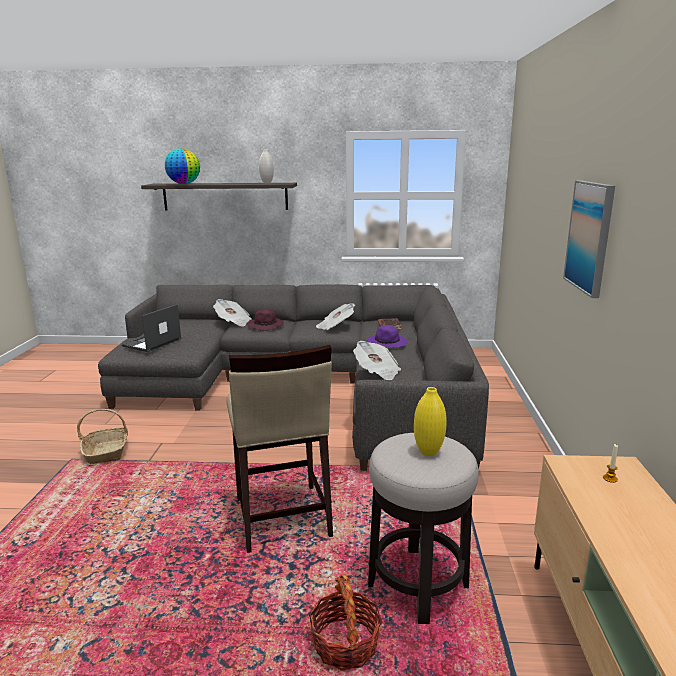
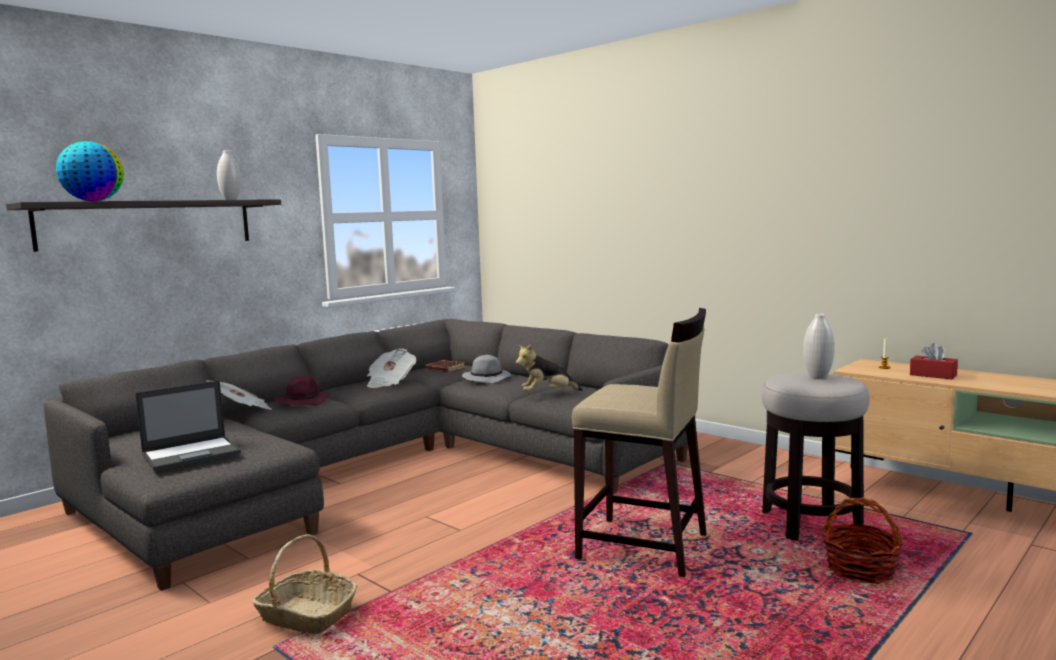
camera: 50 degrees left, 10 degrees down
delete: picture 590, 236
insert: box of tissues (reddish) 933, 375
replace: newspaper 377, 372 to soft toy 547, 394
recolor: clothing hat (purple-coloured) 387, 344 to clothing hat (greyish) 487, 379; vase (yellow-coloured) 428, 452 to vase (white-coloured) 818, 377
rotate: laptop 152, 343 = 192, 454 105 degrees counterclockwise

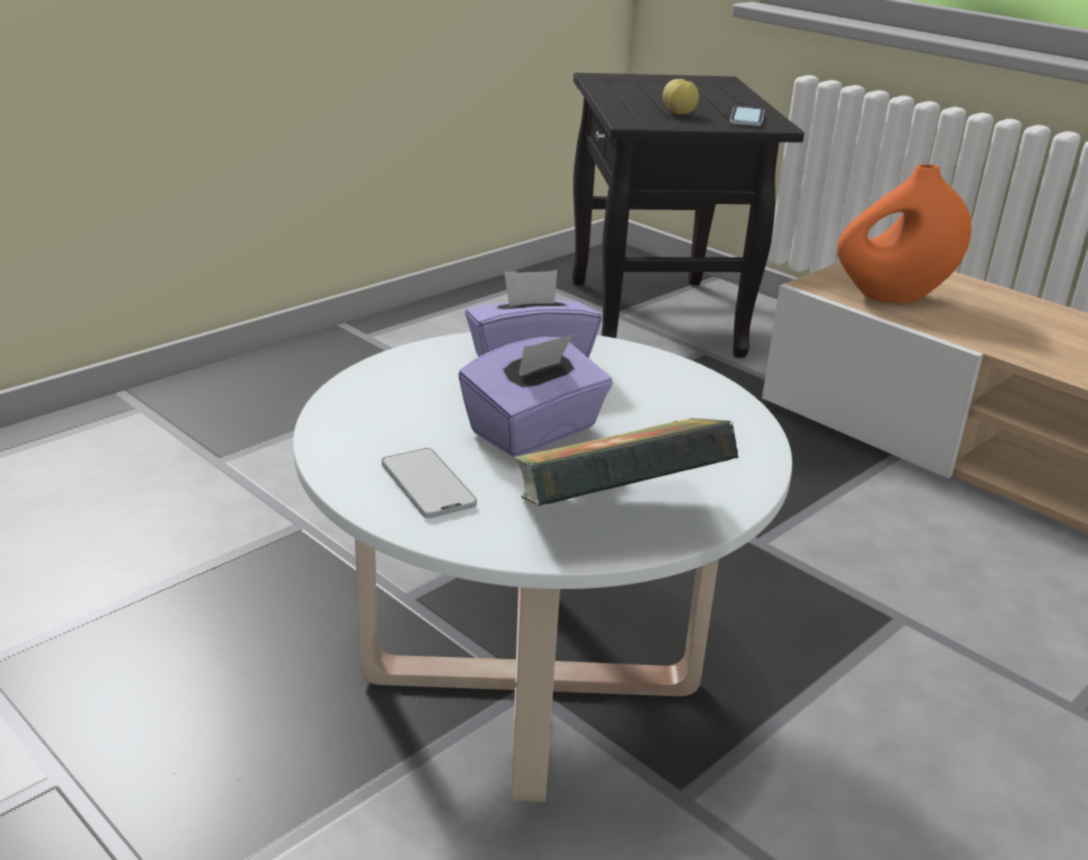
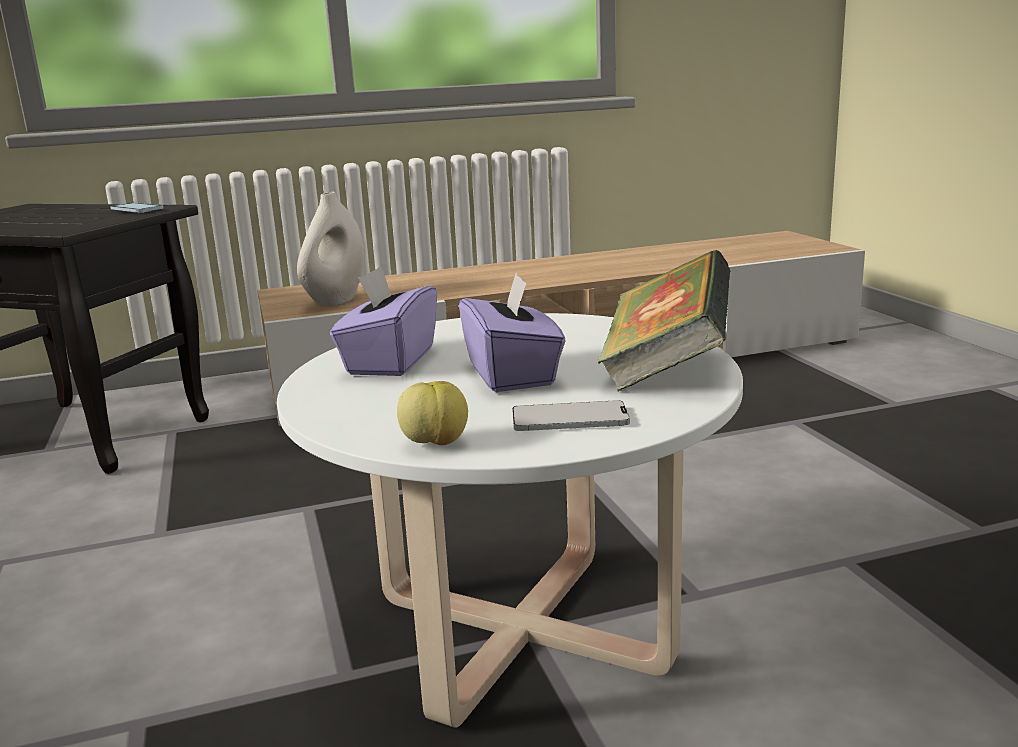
camera: 60 degrees left, 10 degrees down
move: apple fruit 679, 113 to 435, 443
recolor: vase (orangey) 892, 296 to vase (white-coloured) 336, 301

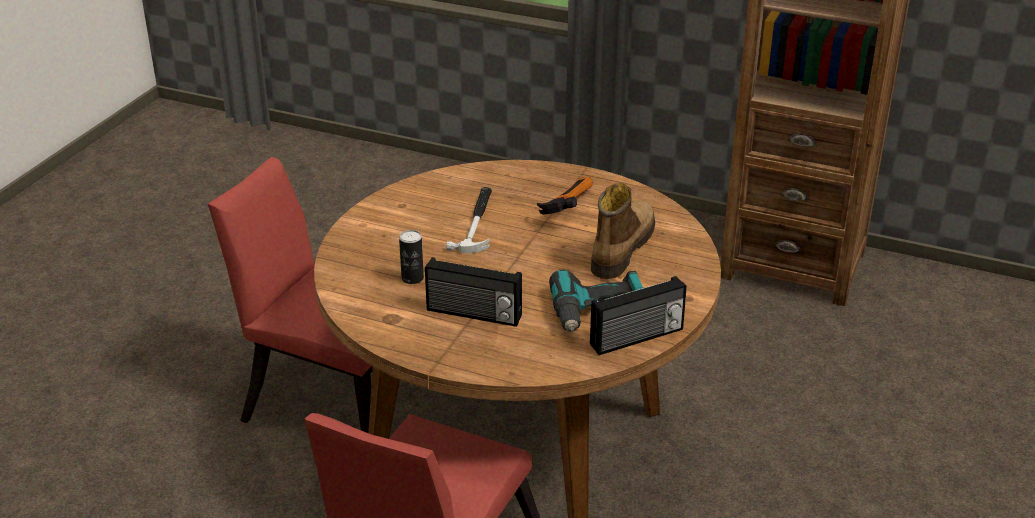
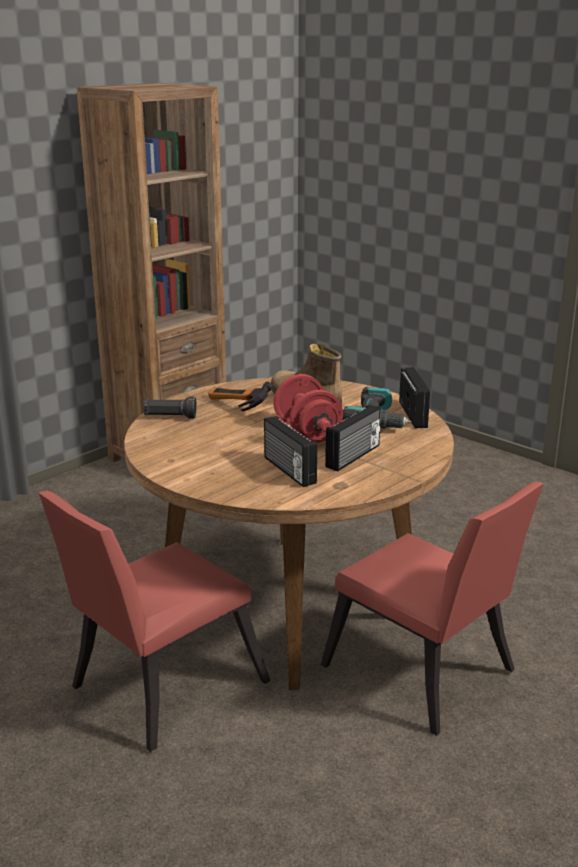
camera: 70 degrees left, 10 degrees down
delete: tool hammer 477, 223
insert: torch (blackish) 170, 417; hand weight (reddish) 307, 433
replace: metal can 412, 278 to radio set 288, 470

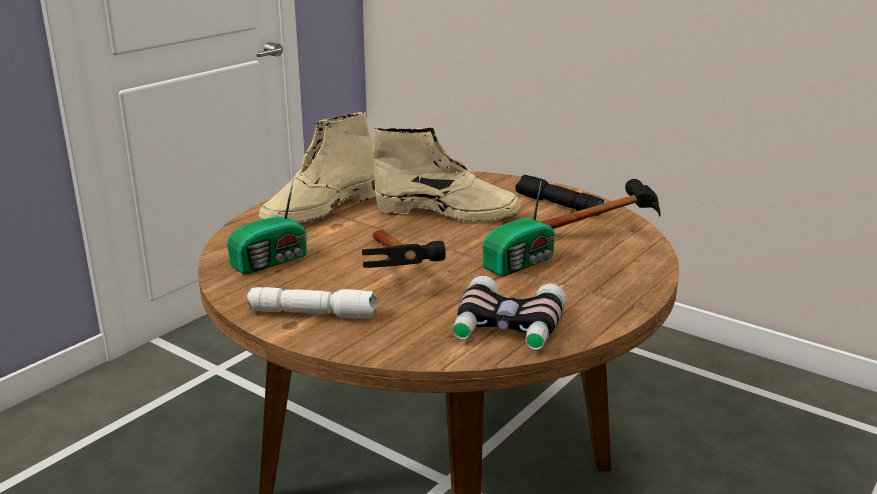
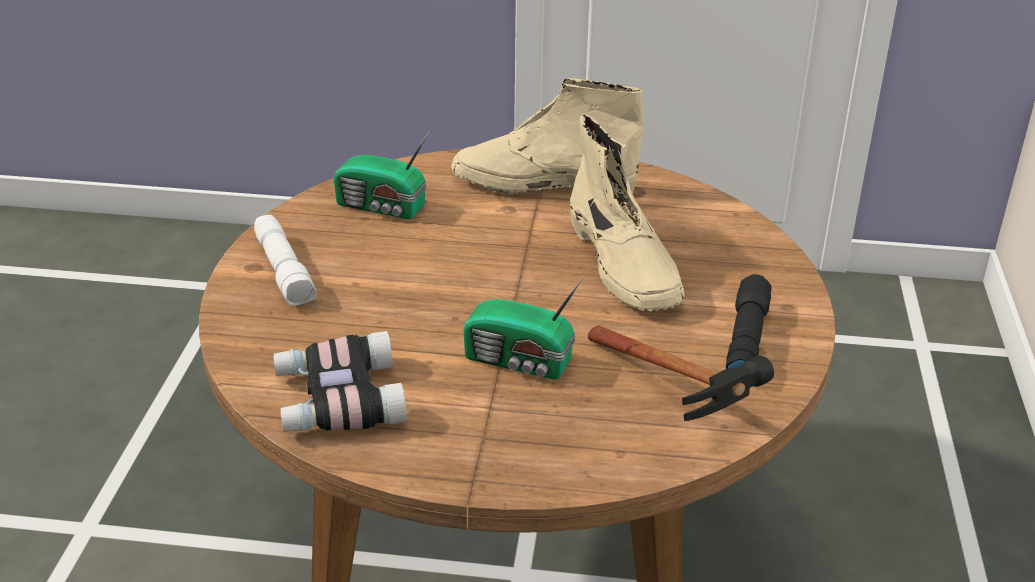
camera: 60 degrees right, 10 degrees up
delete: tool hammer 399, 276

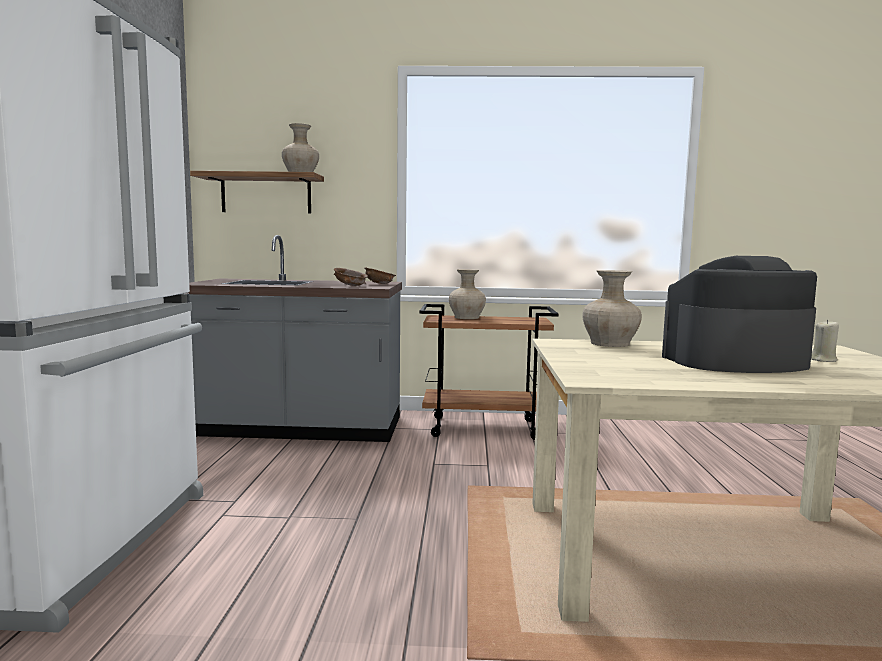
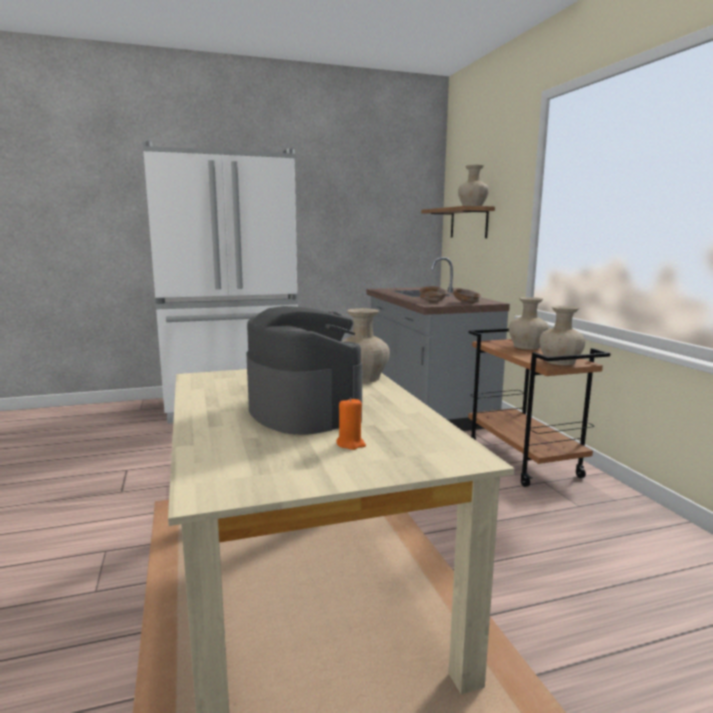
camera: 70 degrees right, 5 degrees up
insert: vase (beige-coloured) 559, 362
recolor: wax light (beige-coloured) 823, 360 to wax light (orangey) 350, 444

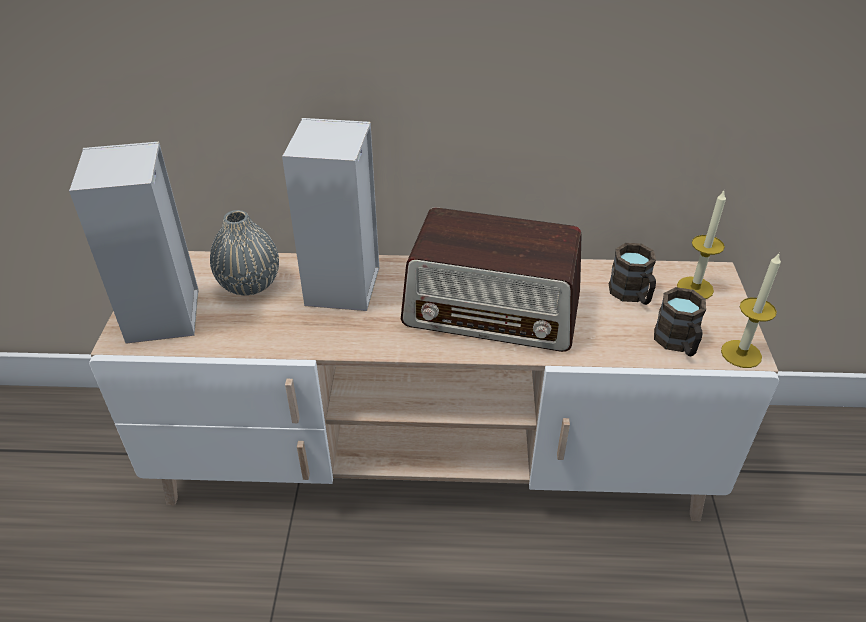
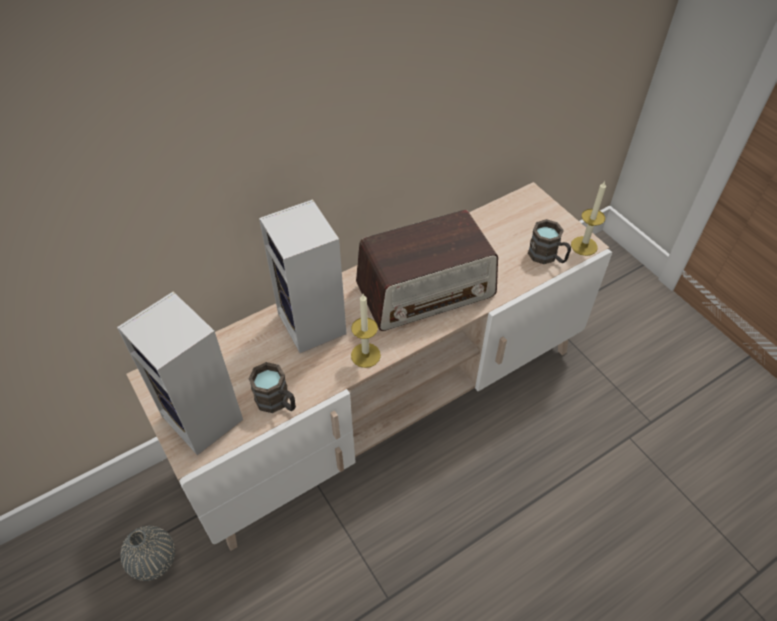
camera: 35 degrees left, 10 degrees up
move: vase (greyish) 249, 284 to 154, 561; mug (brown) 632, 295 to 277, 402; wax light 695, 288 to 365, 355

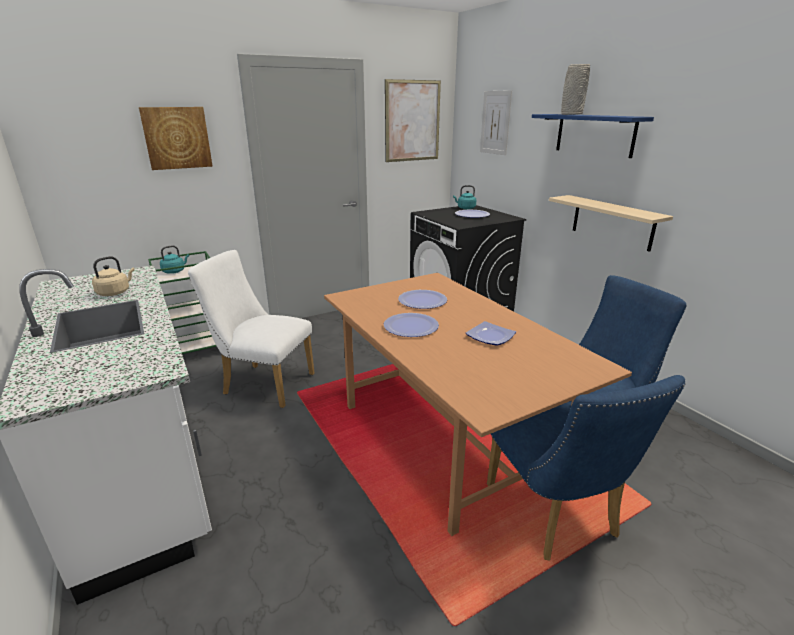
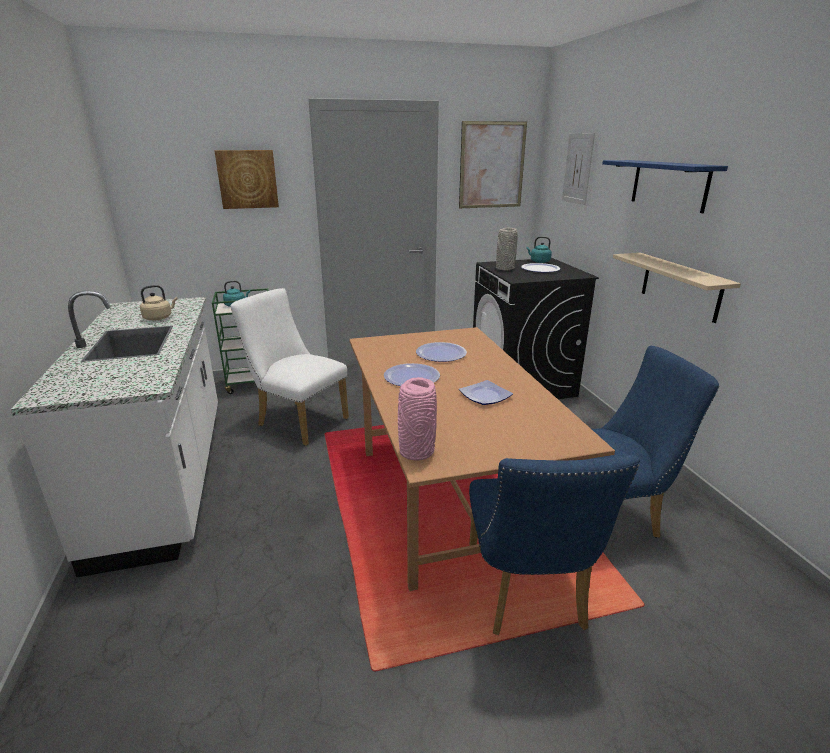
camera: 15 degrees right, 0 degrees up
insert: vase (pink-coloured) 416, 451
move: vase (greyish) 570, 114 to 504, 268

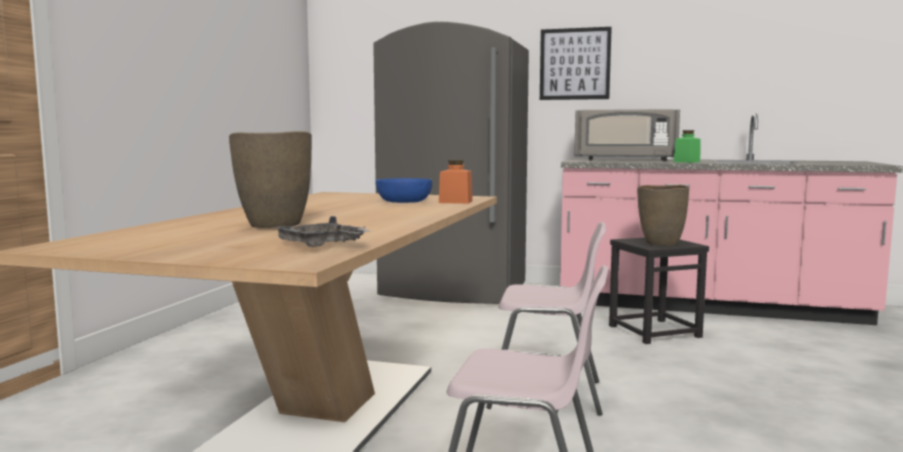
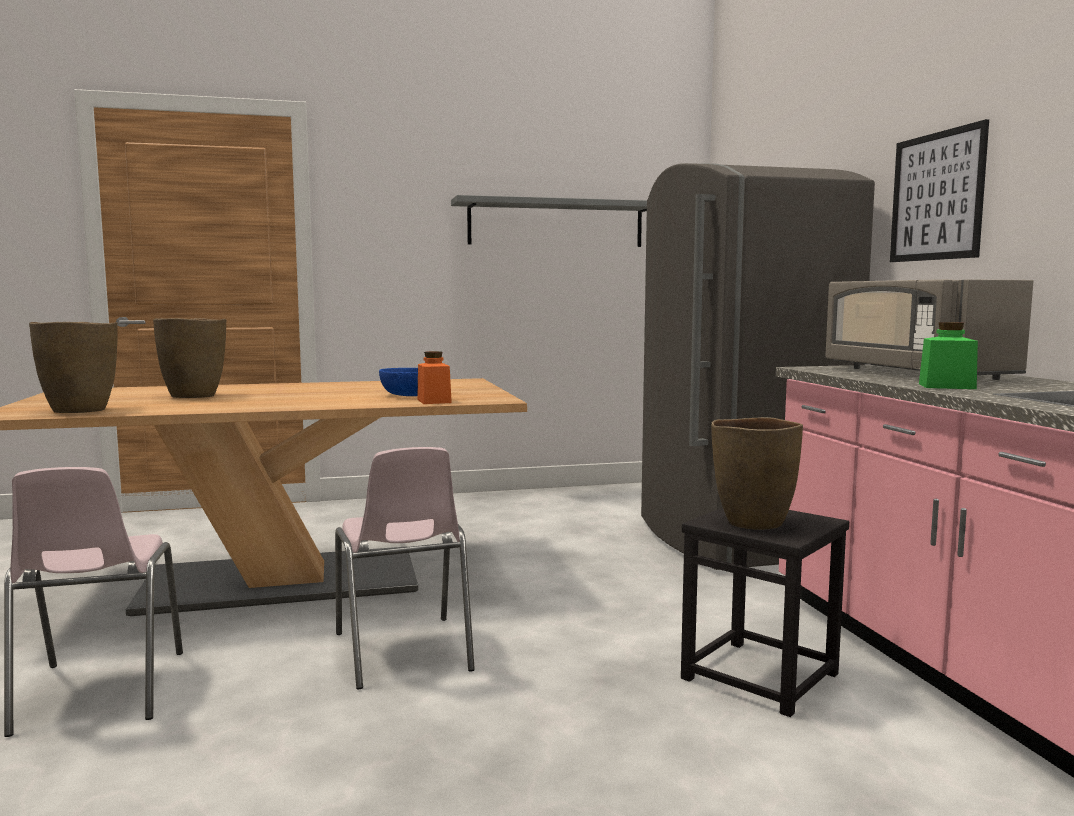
camera: 60 degrees right, 0 degrees up
insert: bracket shelf (greyish) 556, 224
replace: tray (greyish) 322, 245 to vase (brown) 80, 411

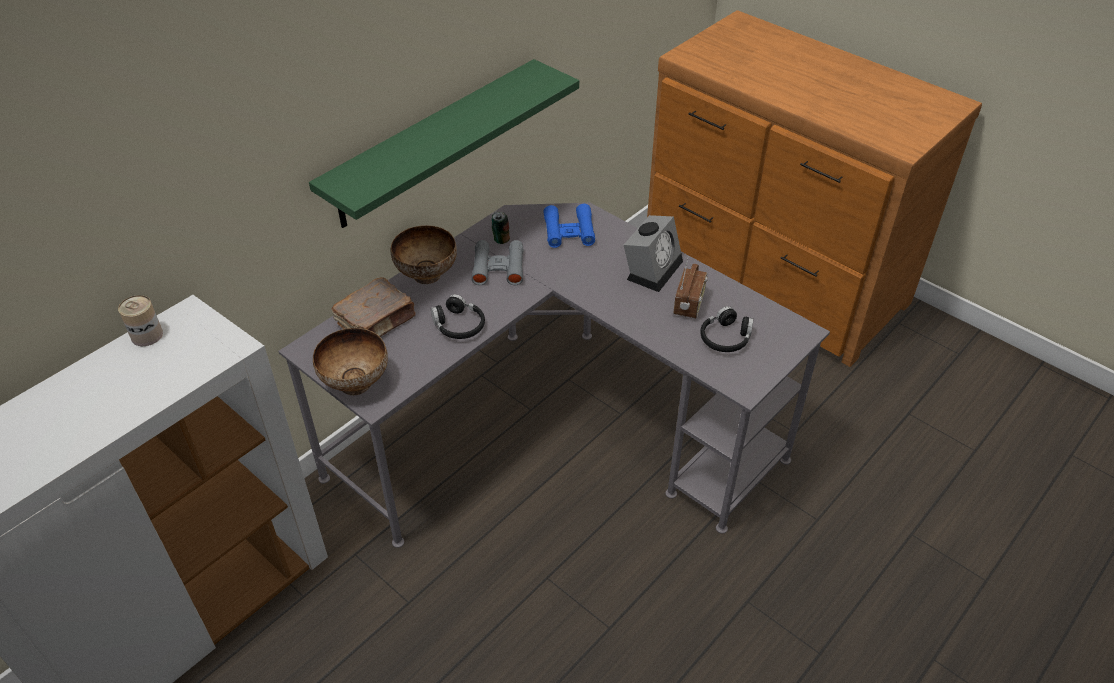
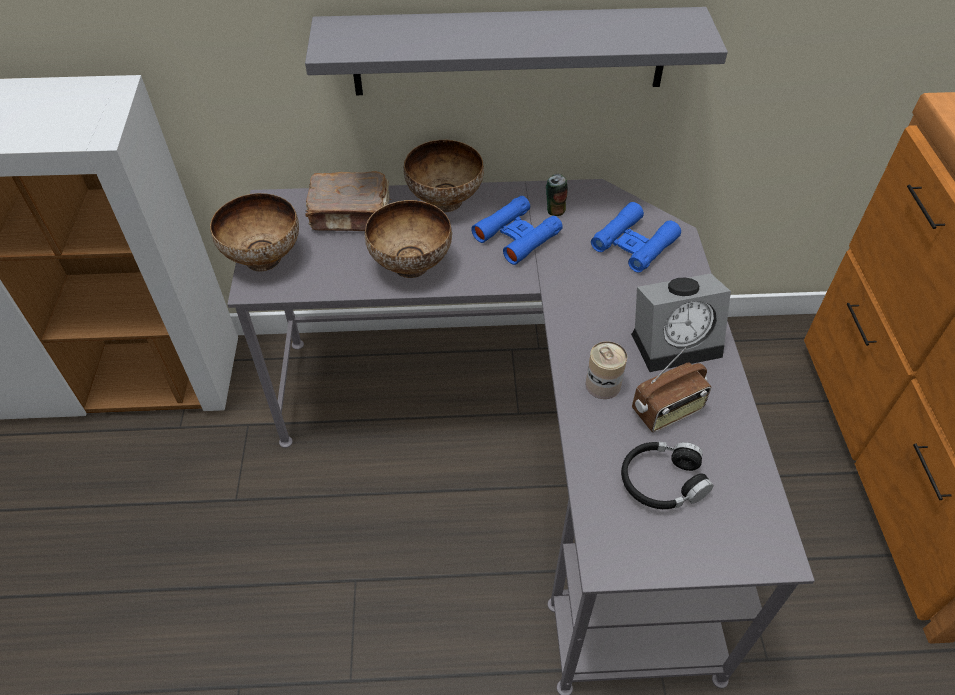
camera: 45 degrees right, 5 degrees up
move: metal can 147, 335 to 602, 385
replace: headset (blackish) 458, 325 to bowl 410, 266
recolor: bracket shelf (green-coloured) 433, 144 to bracket shelf (greyish) 509, 52; pair of binoculars (greyish) 498, 268 to pair of binoculars (bluish) 517, 236

